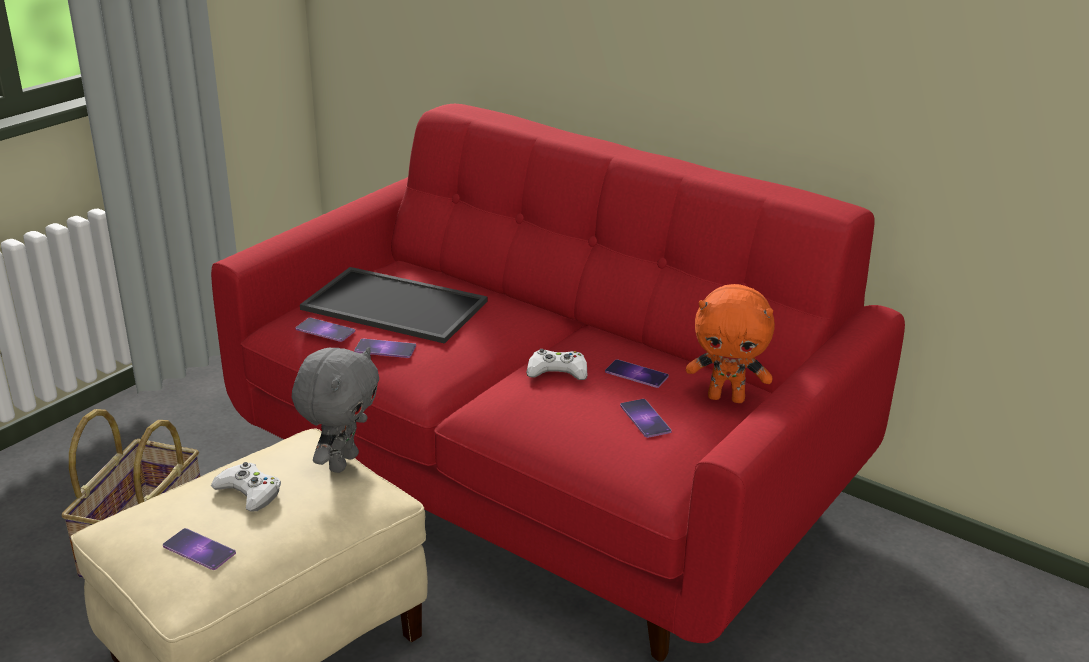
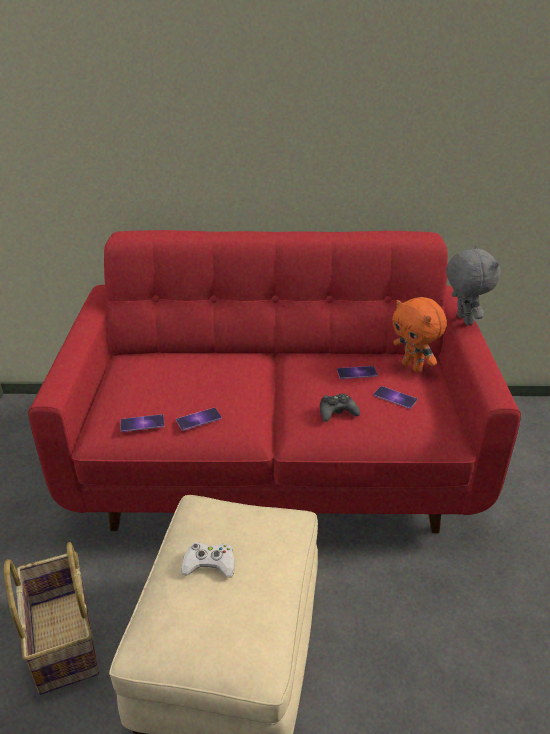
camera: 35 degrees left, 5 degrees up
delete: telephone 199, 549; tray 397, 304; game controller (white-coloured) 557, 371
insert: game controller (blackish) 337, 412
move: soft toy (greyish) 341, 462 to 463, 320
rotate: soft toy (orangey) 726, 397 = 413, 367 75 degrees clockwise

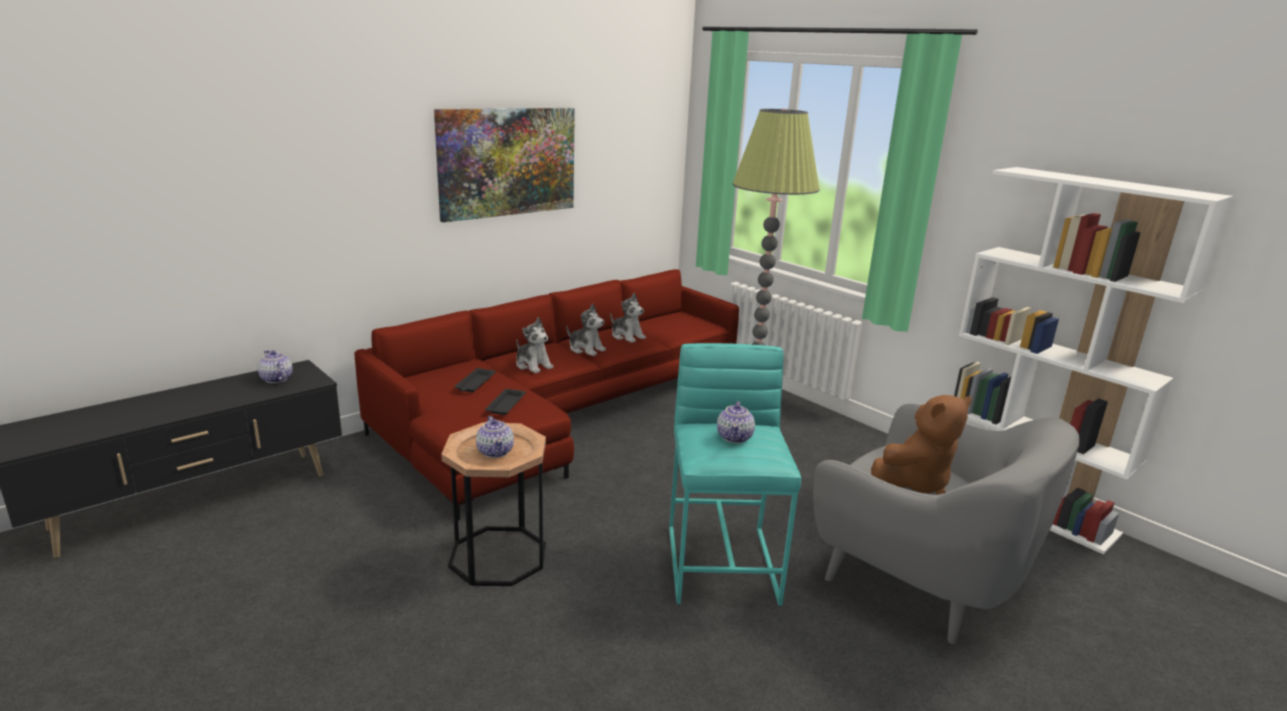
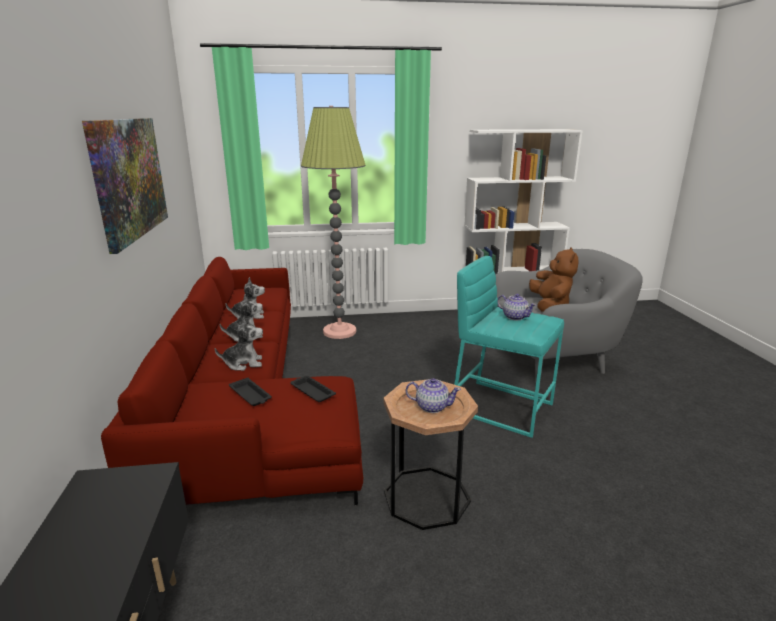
camera: 55 degrees left, 0 degrees up
delete: teapot 276, 379

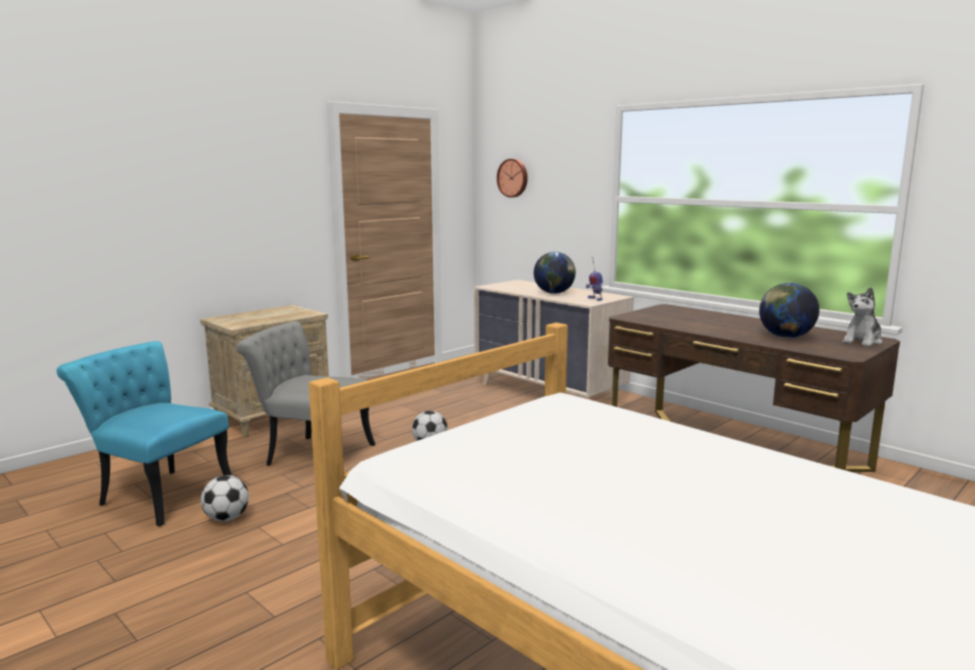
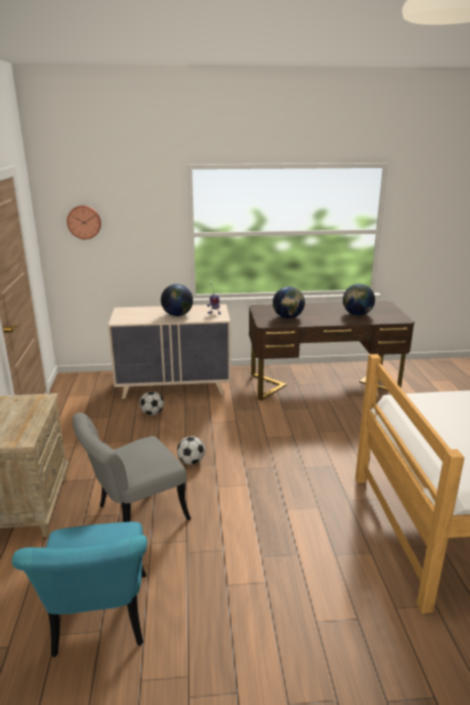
camera: 50 degrees left, 10 degrees up
delete: soft toy 862, 341
insert: globe 288, 317
move: football 226, 518 to 152, 413
rotate: plain chair (blue-green) 158, 494 = 100, 624 75 degrees counterclockwise

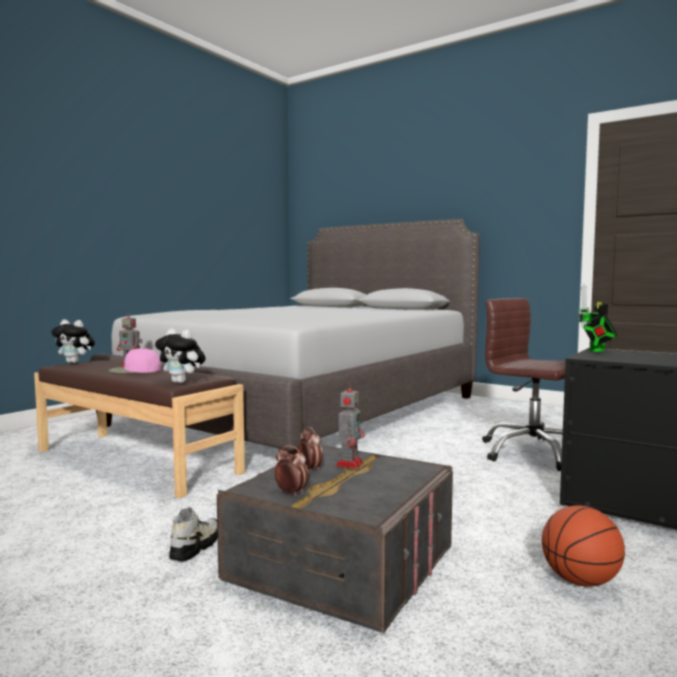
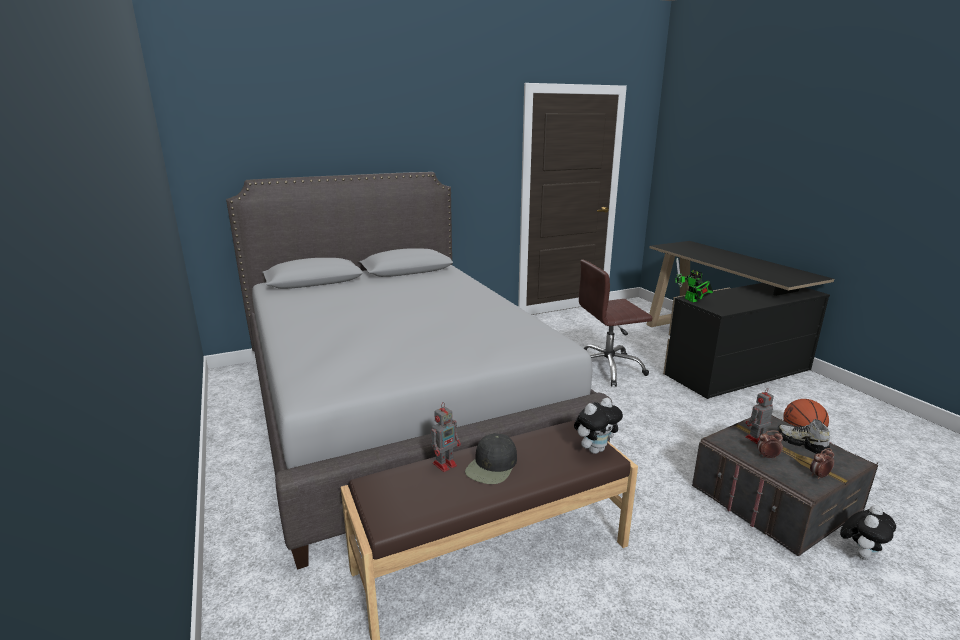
camera: 60 degrees left, 15 degrees up
move: soft toy 75, 362 to 860, 553; item of footwear 195, 547 to 801, 444
recolor: cap (pink-coloured) 134, 370 to cap (blackish) 492, 466
rotate: toy robot 350, 463 = 755, 439 75 degrees counterclockwise

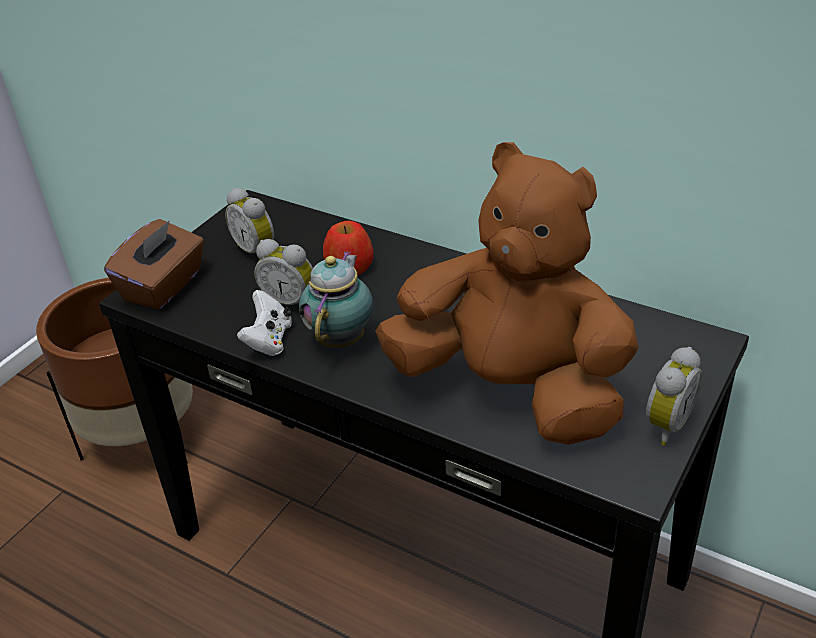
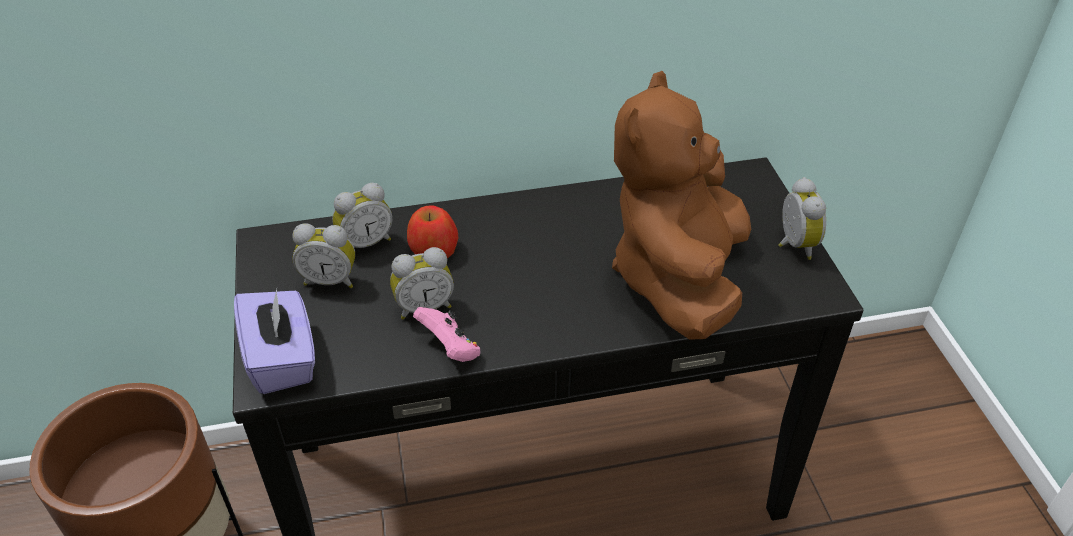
camera: 45 degrees left, 5 degrees up
delete: teapot 342, 338
insert: alarm clock 365, 243
recolor: box of tissues (brown) 164, 286 to box of tissues (purple-coloured) 282, 359; game controller (white-coloured) 269, 340 to game controller (pink-coloured) 450, 349
rotate: soft toy (brown) 511, 390 = 678, 278 60 degrees counterclockwise

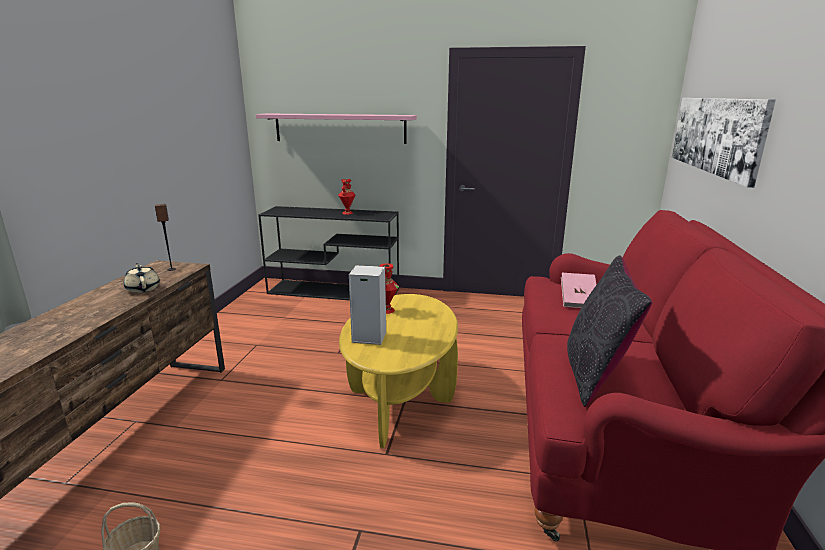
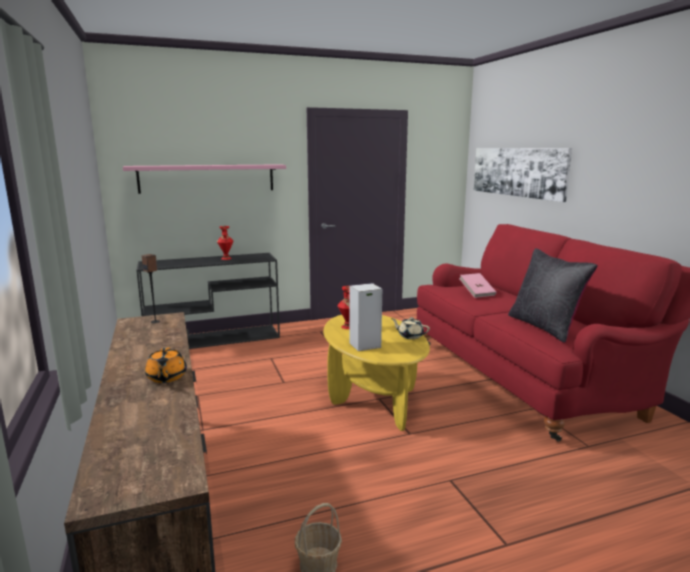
camera: 30 degrees left, 5 degrees down
insert: teapot (orangey) 166, 377
move: teapot (beige-coloured) 143, 288 to 410, 336

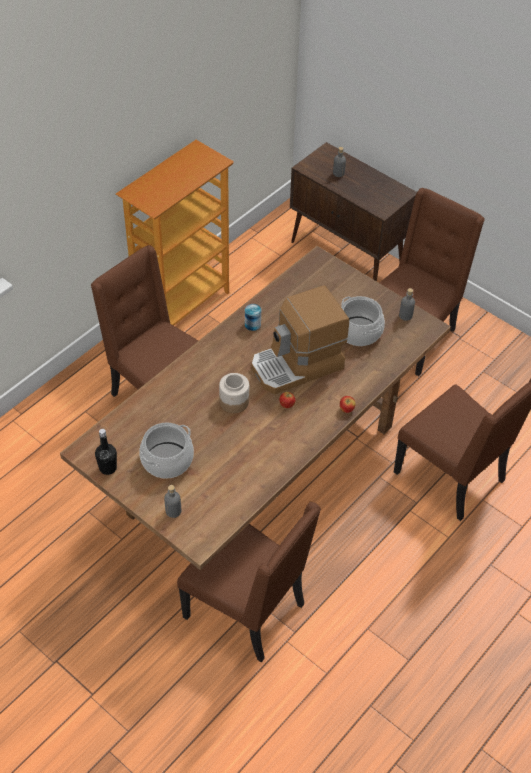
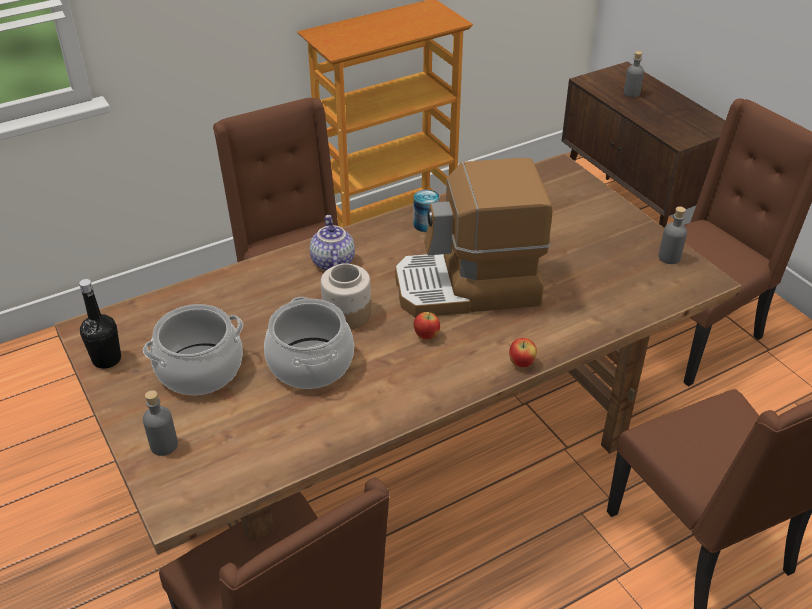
camera: 20 degrees right, 10 degrees down
insert: teapot 331, 262
move: stockpot 358, 331 to 310, 363

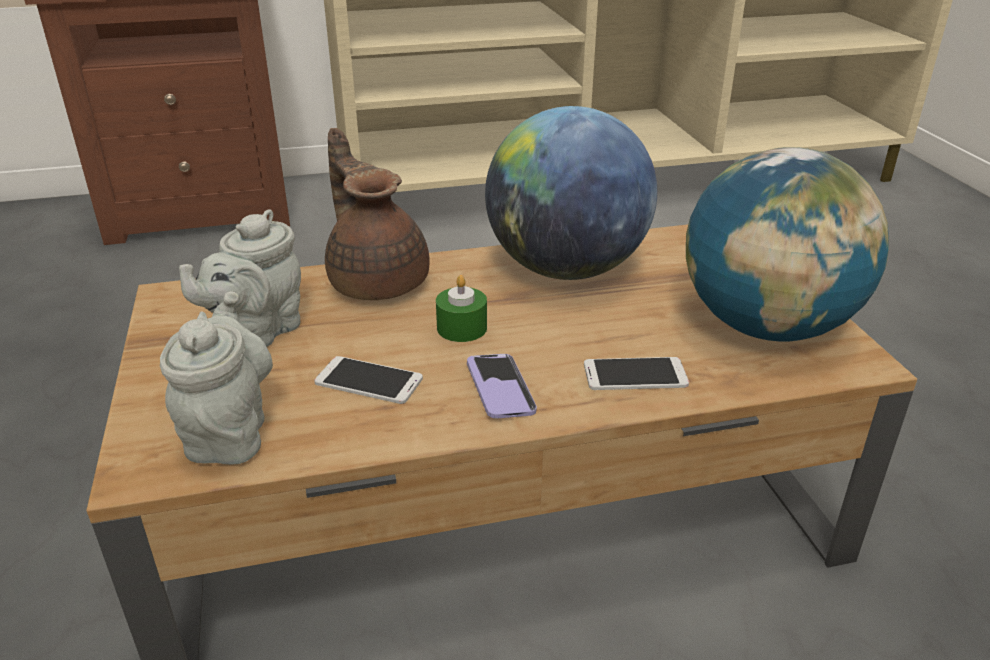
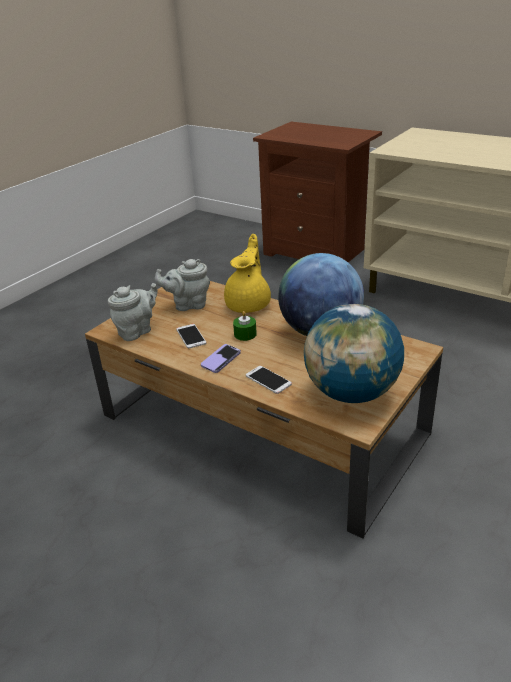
camera: 50 degrees right, 0 degrees up
recolor: teapot (brown) 377, 280 to teapot (yellow-coloured) 249, 304

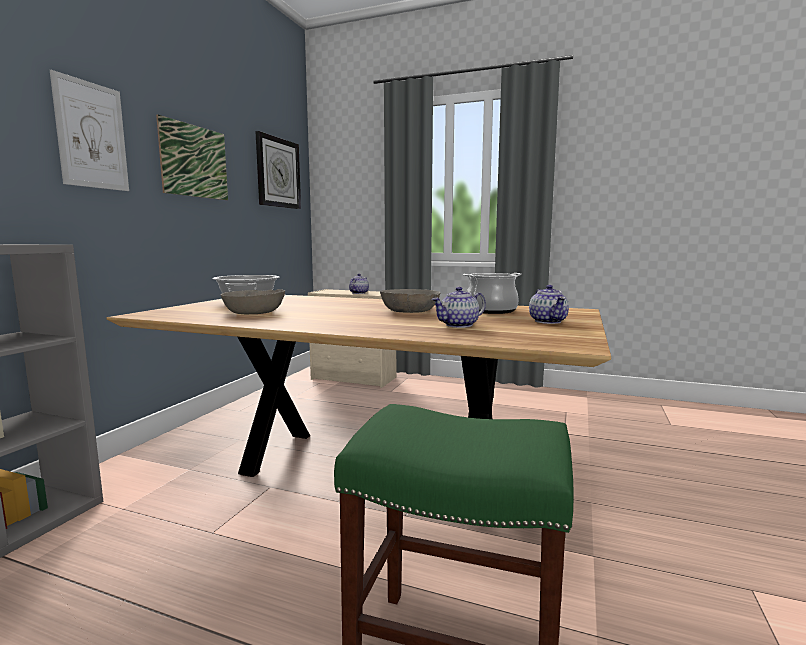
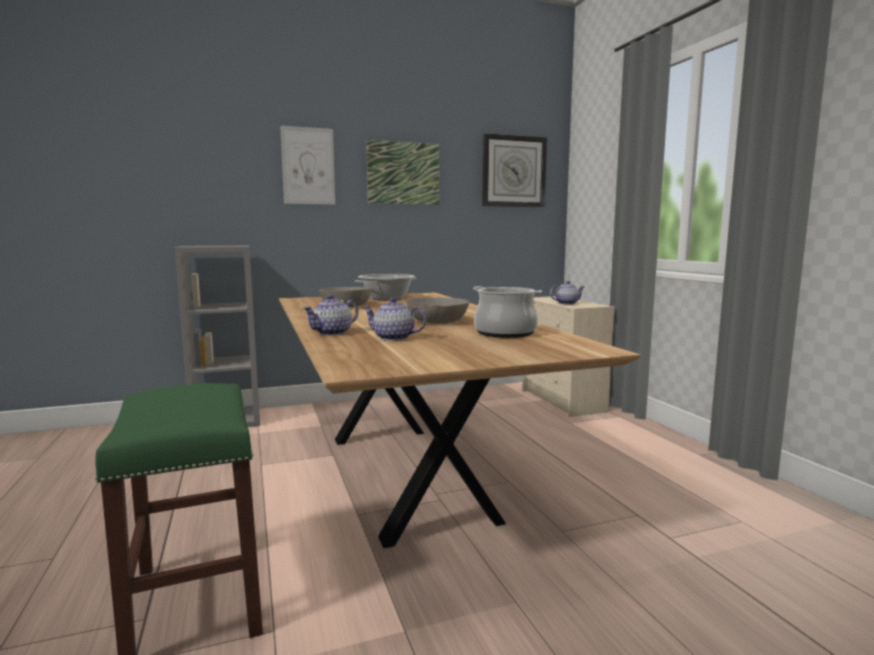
camera: 50 degrees right, 0 degrees up
move: teapot 548, 321 to 332, 333

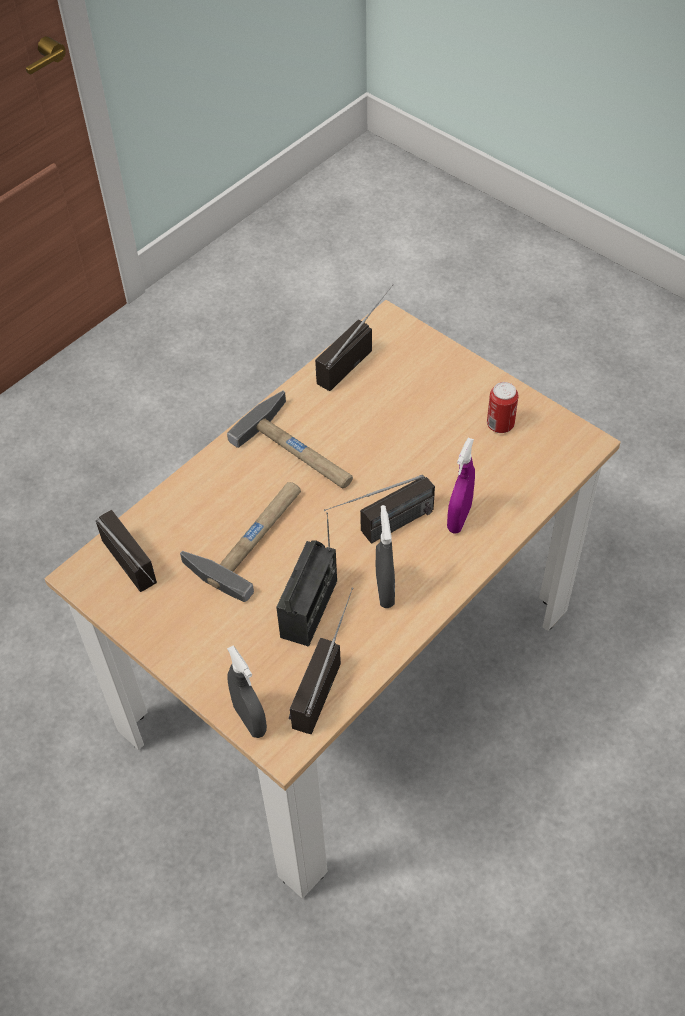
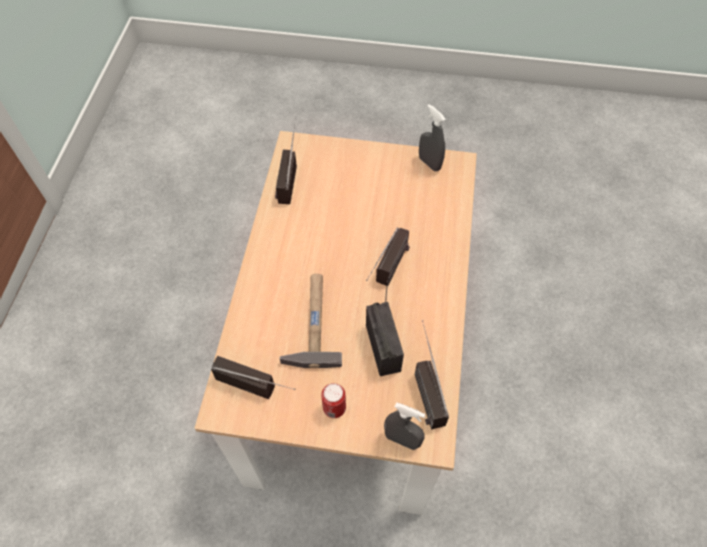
camera: 35 degrees left, 5 degrees up
delete: tool hammer 300, 450; spray bottle (purple-coloured) 459, 518
move: spray bottle (greyish) 385, 590 to 429, 163; metal can 500, 425 to 334, 408

